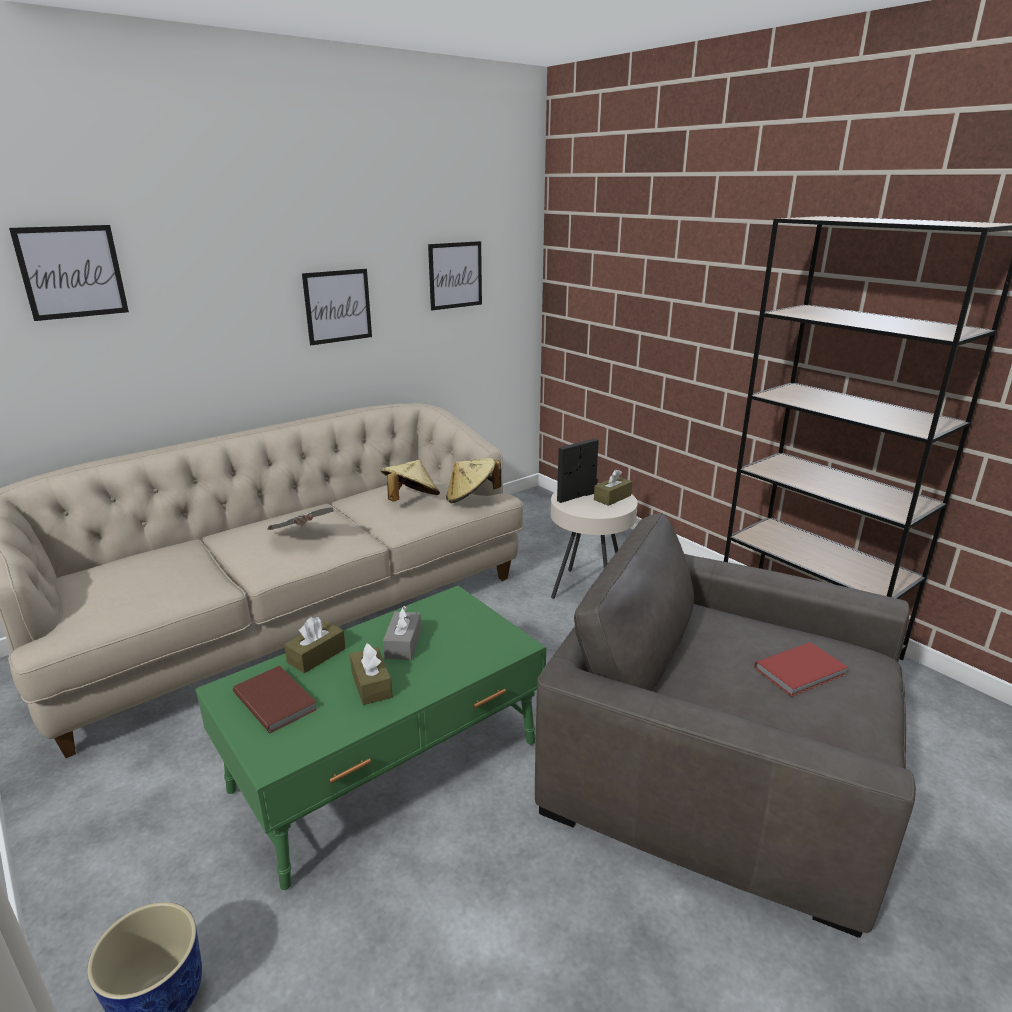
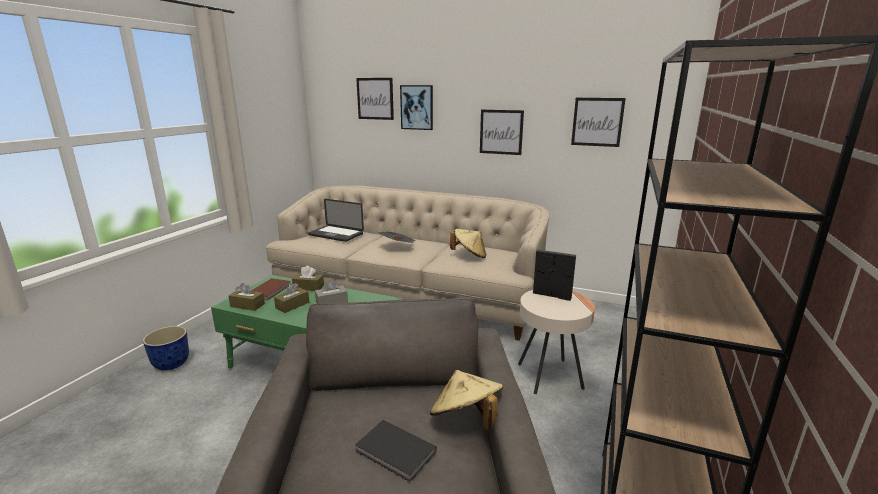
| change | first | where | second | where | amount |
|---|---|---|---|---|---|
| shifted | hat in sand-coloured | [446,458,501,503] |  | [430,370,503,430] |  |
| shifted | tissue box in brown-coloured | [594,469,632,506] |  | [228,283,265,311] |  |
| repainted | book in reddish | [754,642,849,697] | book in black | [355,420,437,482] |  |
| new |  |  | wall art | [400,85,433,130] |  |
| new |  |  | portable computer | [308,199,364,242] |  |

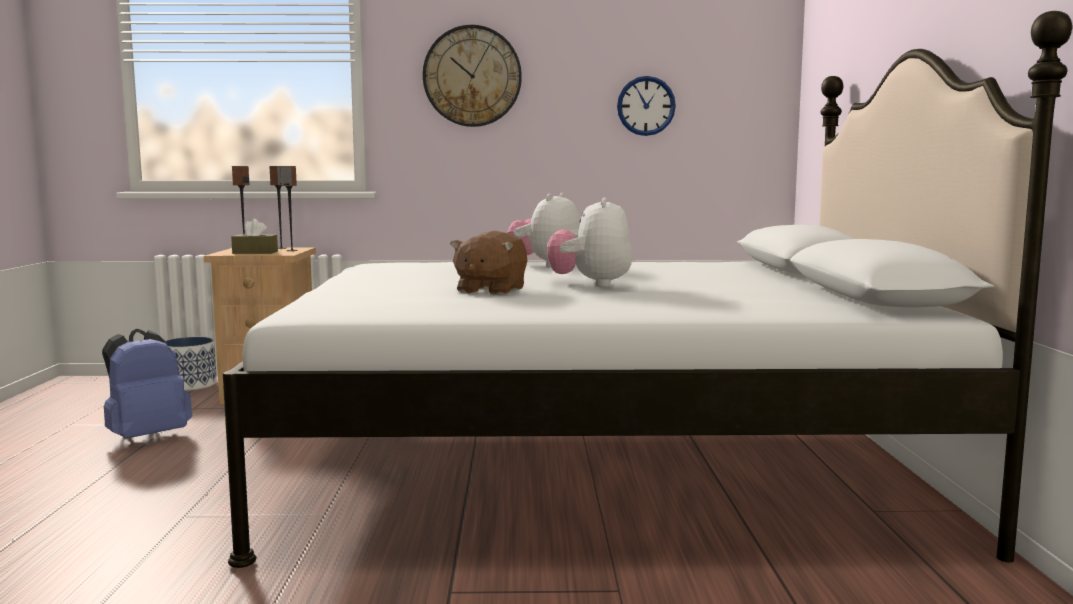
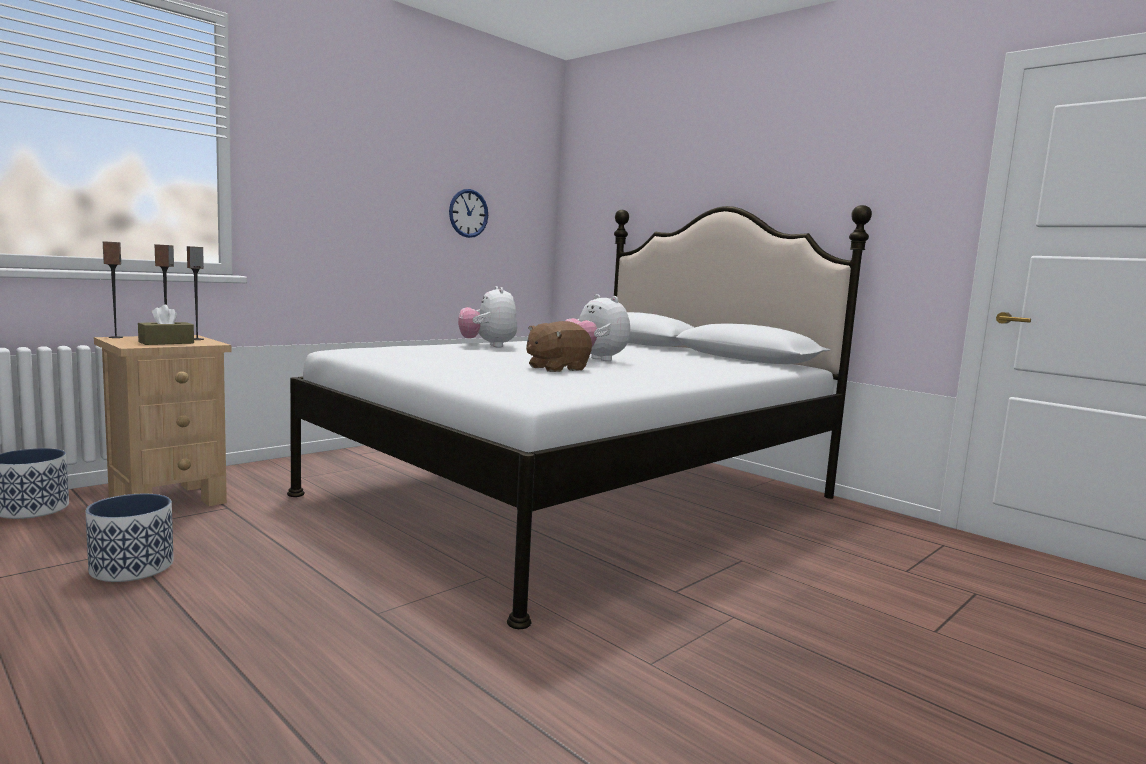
| change | first | where | second | where | amount |
|---|---|---|---|---|---|
| gone | hanging clock | [423,25,522,127] |  |  |  |
| rotated | soft toy in brown-coloured | [450,231,527,295] |  | [526,321,592,372] | 75 degrees clockwise |
| swapped | rucksack in blue | [102,329,192,439] | plant pot | [86,494,173,582] |  |

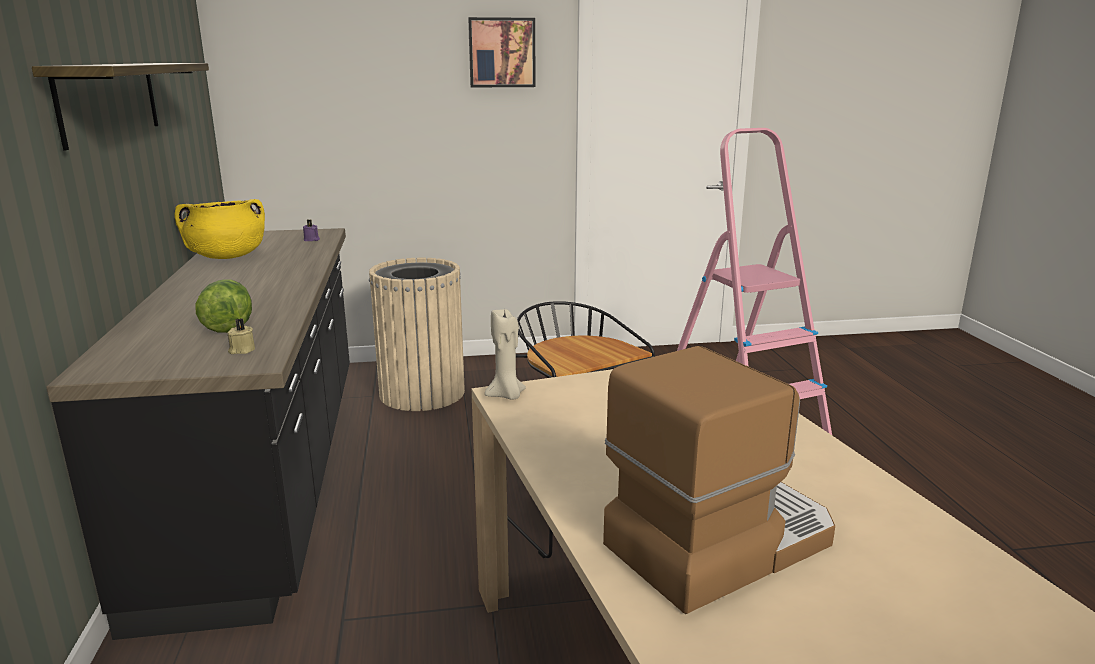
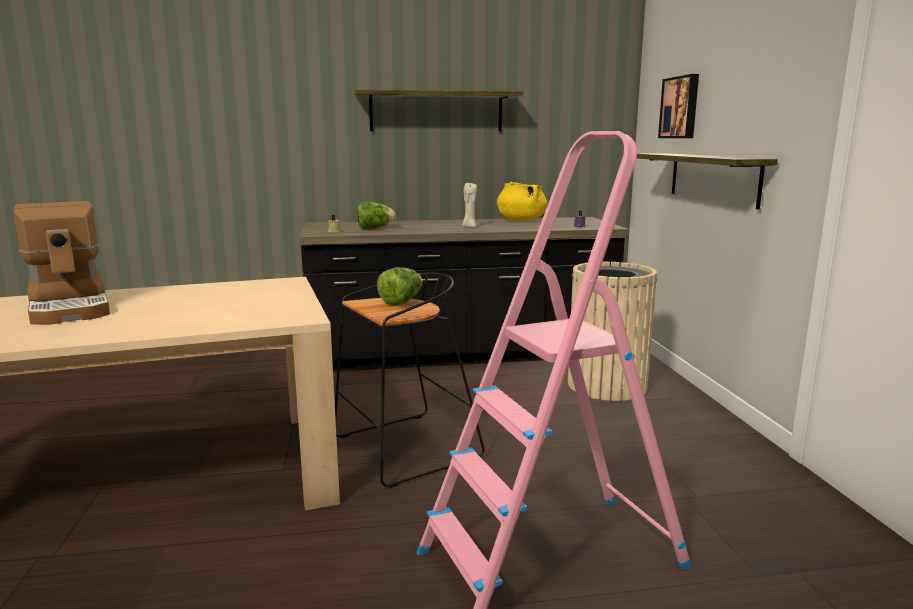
| change | first | where | second | where | amount |
|---|---|---|---|---|---|
| shifted | wall art | [468,17,536,87] |  | [658,74,699,138] |  |
| shifted | wax candle in sand-coloured | [485,309,526,399] |  | [462,183,477,228] |  |
| new |  |  | bracket shelf | [637,153,778,209] |  |
| new |  |  | head of lettuce | [377,267,423,305] |  |

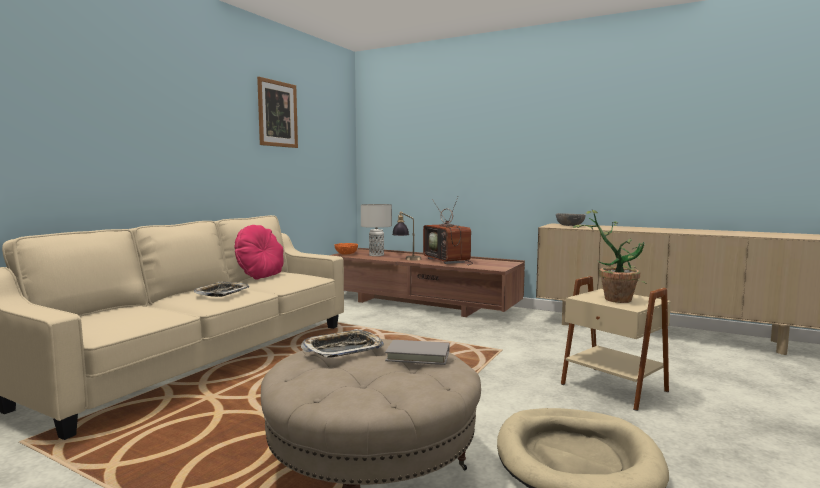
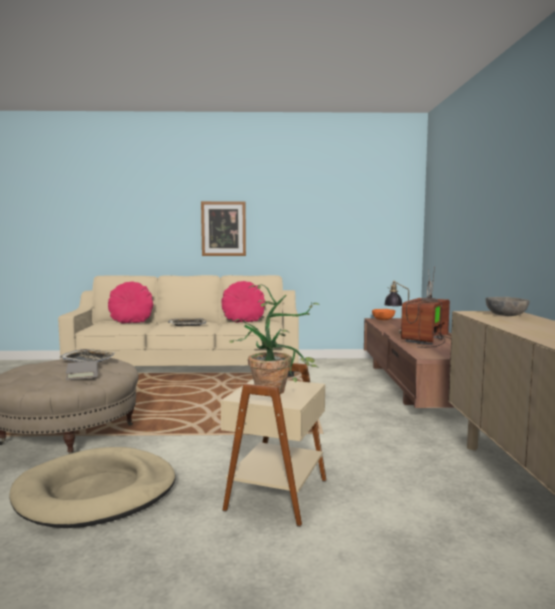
| change | first | where | second | where | amount |
|---|---|---|---|---|---|
| shifted | wall art | [257,77,298,148] |  | [201,201,246,256] |  |
| gone | tabletop lamp in white | [361,204,392,256] |  |  |  |
| new |  |  | pillow in pinkish | [108,282,153,324] |  |

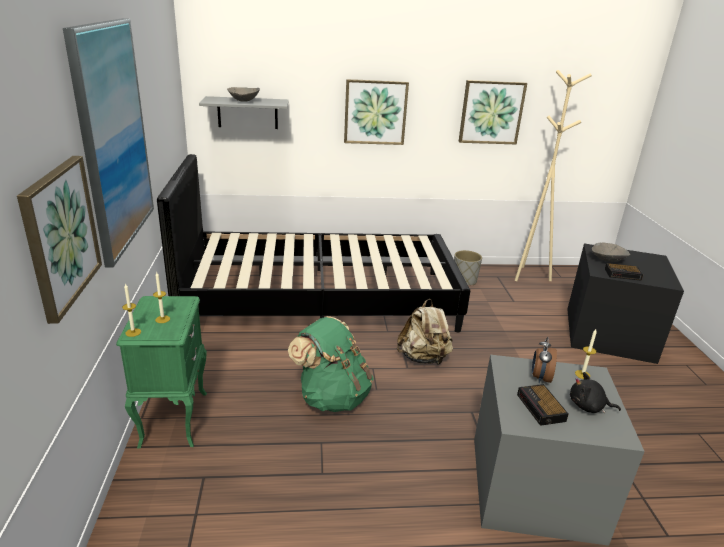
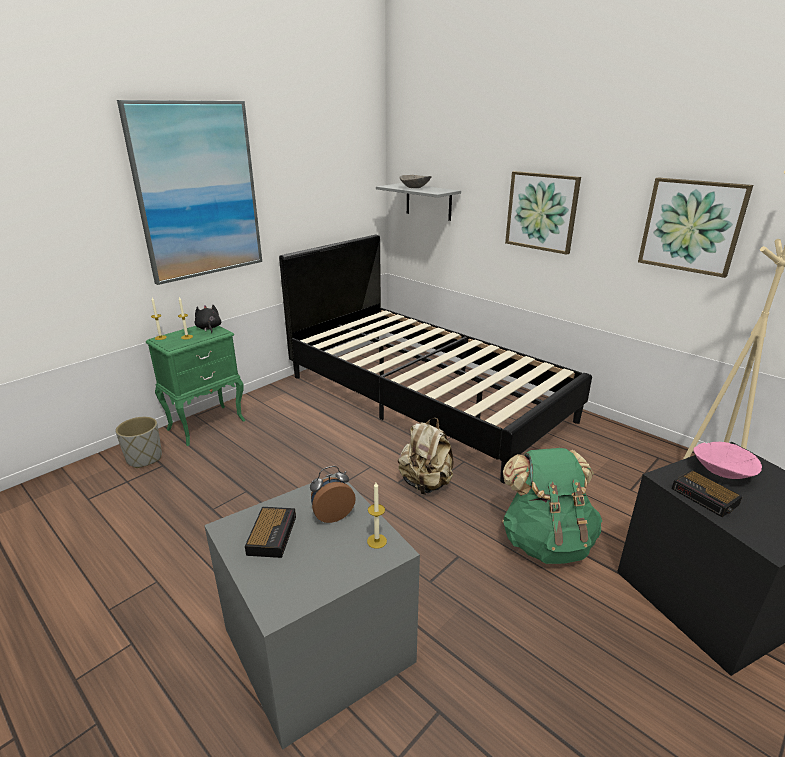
| change | first | where | second | where | amount |
|---|---|---|---|---|---|
| gone | wall art | [17,156,102,324] |  |  |  |
| repainted | bowl in gray | [592,242,630,262] | bowl in pinkish | [693,442,762,479] |  |
| shifted | plant pot in gray | [454,250,482,285] |  | [116,417,162,468] |  |
| shifted | rucksack in green-coloured | [288,316,374,412] |  | [502,448,602,564] |  |
| shifted | soft toy in black | [570,372,621,413] |  | [195,305,221,333] |  |
| rotated | alarm clock | [517,384,569,426] |  | [245,507,296,558] | 150 degrees clockwise |

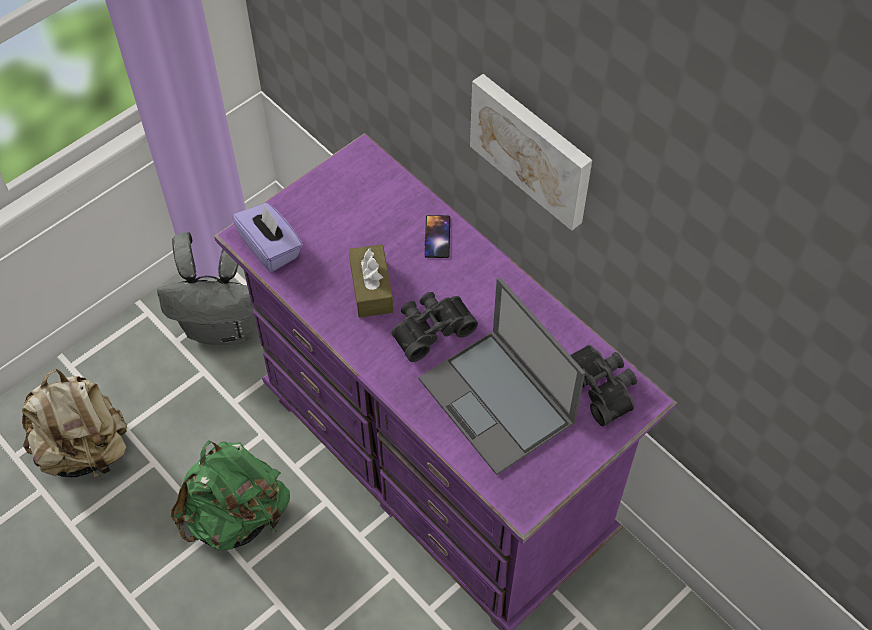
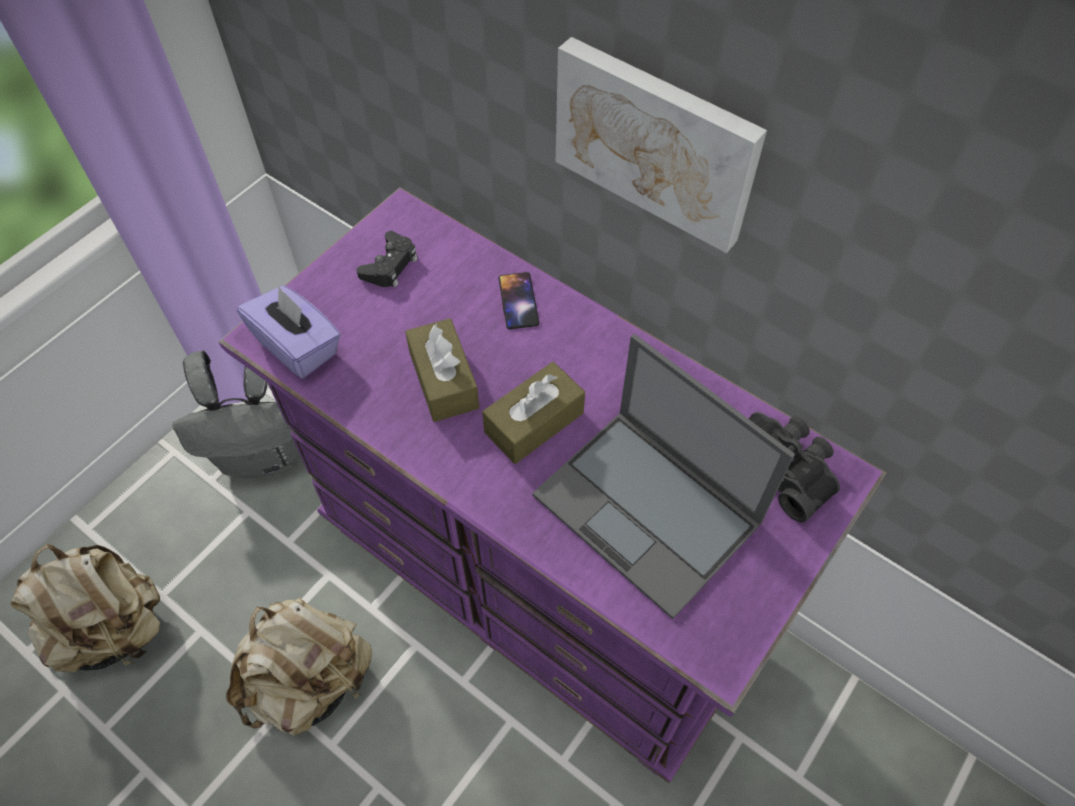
| change | first | where | second | where | amount |
|---|---|---|---|---|---|
| swapped | field glasses in black | [391,292,478,362] | tissue box in brown-coloured | [482,362,585,464] |  |
| repainted | rucksack in green-coloured | [171,440,290,550] | rucksack in sand-coloured | [226,598,372,735] |  |
| new |  |  | game controller in black | [357,231,418,287] |  |

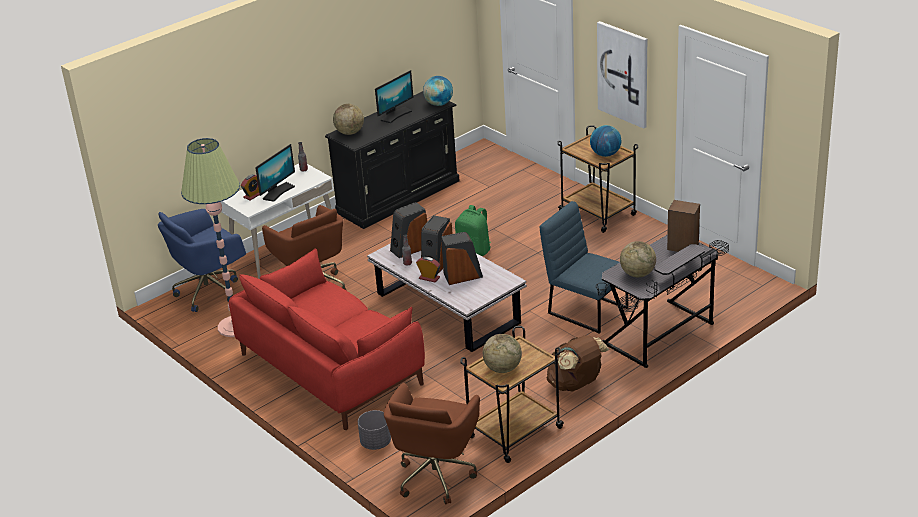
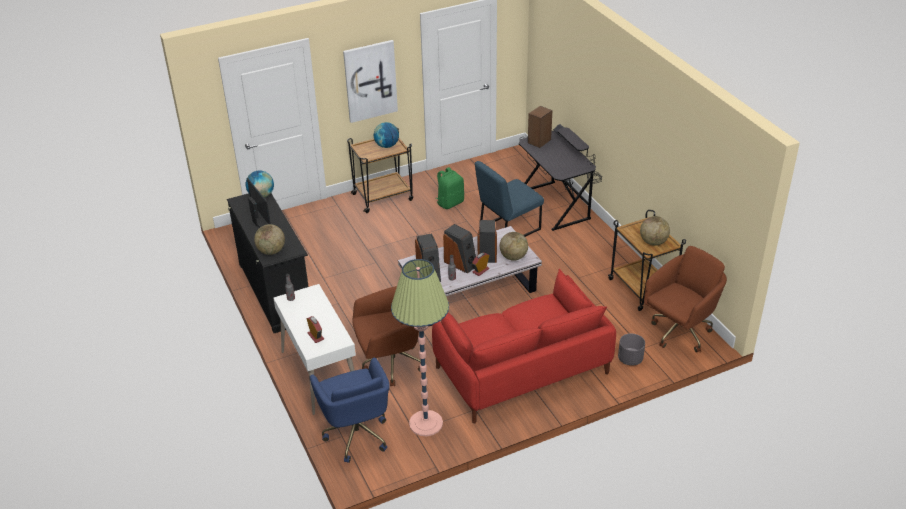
| change | first | where | second | where | amount |
|---|---|---|---|---|---|
| gone | monitor | [255,144,295,202] |  |  |  |
| shifted | rucksack in green-coloured | [455,205,491,256] |  | [436,167,464,209] |  |
| shifted | world globe | [620,241,656,277] |  | [500,232,528,261] |  |
| gone | rucksack in brown-coloured | [547,335,609,391] |  |  |  |
| rotated | desk chair in brown-coloured | [384,383,480,504] |  | [644,246,727,352] | 75 degrees counterclockwise |

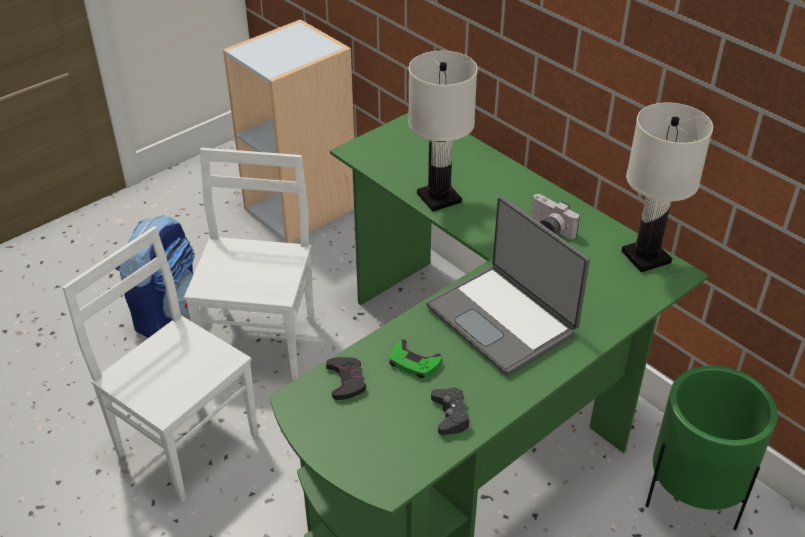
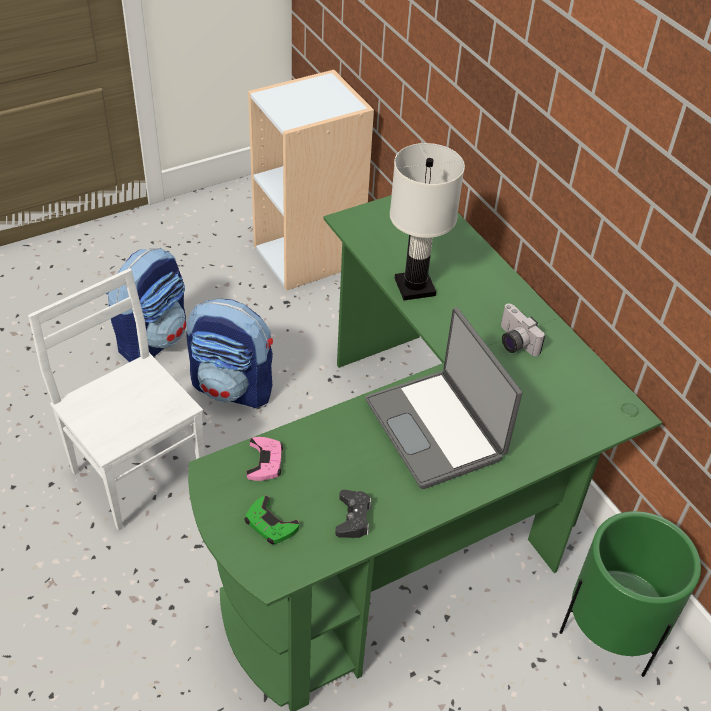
| change | first | where | second | where | amount |
|---|---|---|---|---|---|
| gone | tabletop lamp in white | [621,103,713,273] |  |  |  |
| swapped | chair in white | [184,148,314,380] | rucksack | [186,299,273,408] |  |
| shifted | game controller in green-coloured | [389,339,442,378] |  | [244,496,299,544] |  |
| repainted | game controller in black | [326,357,366,400] | game controller in pinkish | [246,437,283,481] |  |

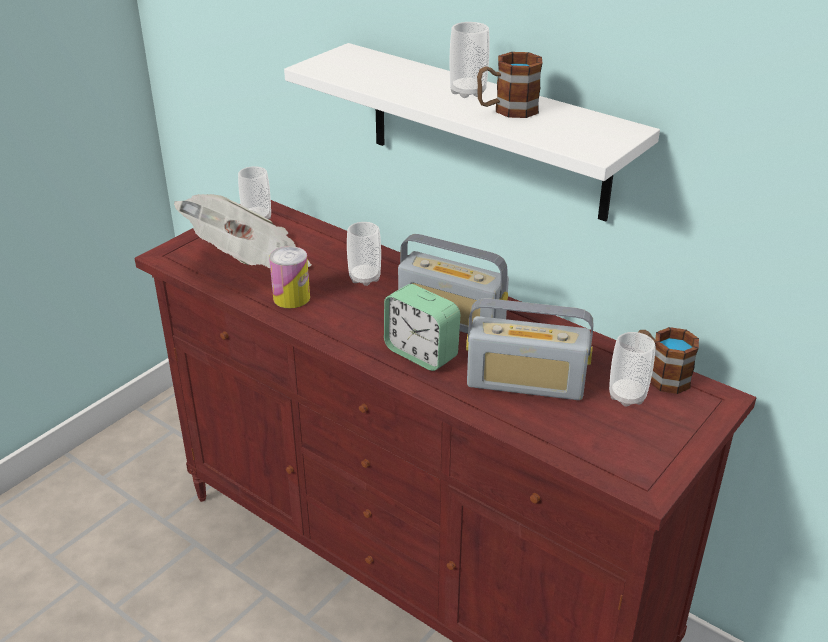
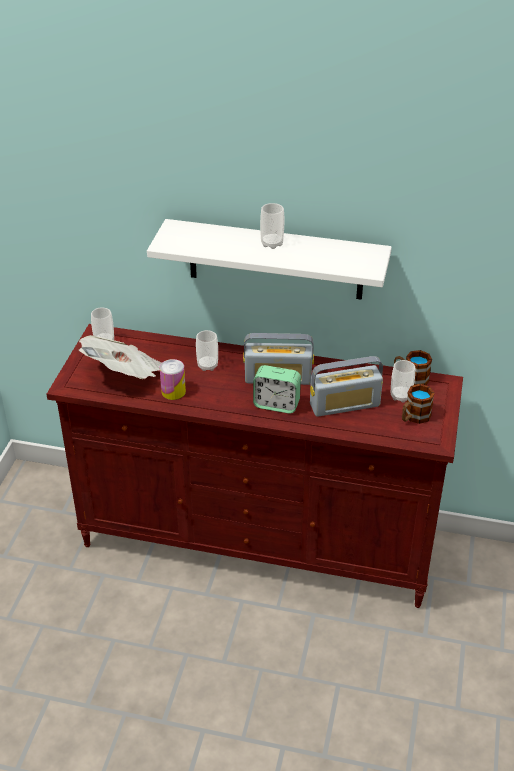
| change | first | where | second | where | amount |
|---|---|---|---|---|---|
| shifted | mug | [477,52,542,118] |  | [402,384,435,424] |  |

